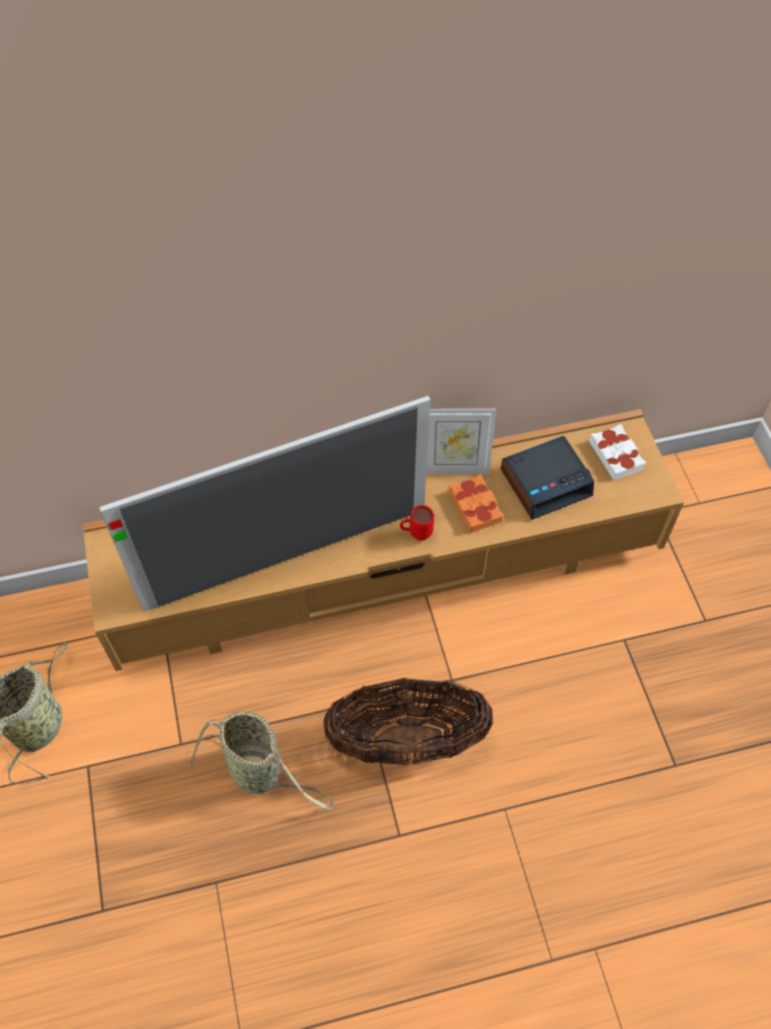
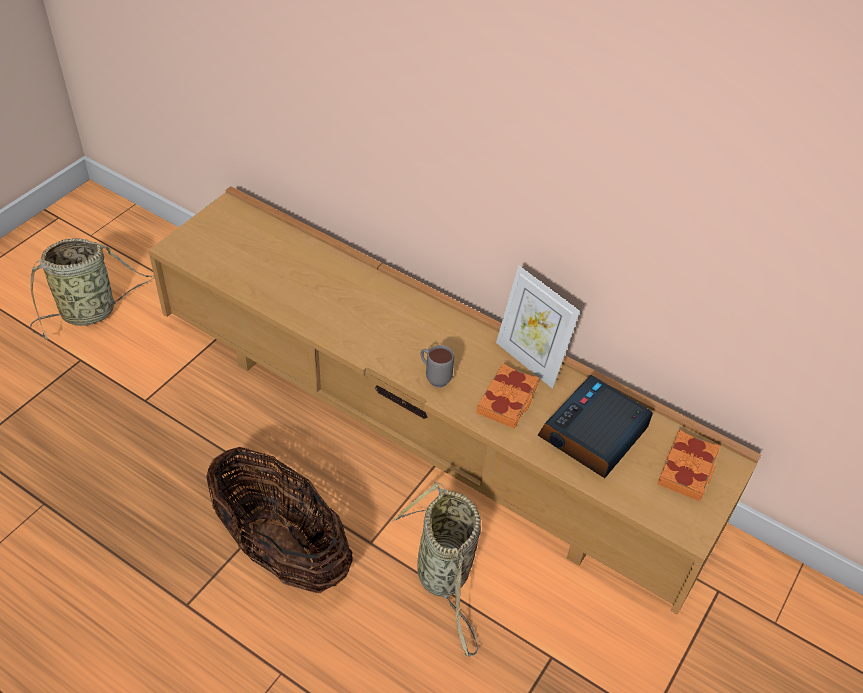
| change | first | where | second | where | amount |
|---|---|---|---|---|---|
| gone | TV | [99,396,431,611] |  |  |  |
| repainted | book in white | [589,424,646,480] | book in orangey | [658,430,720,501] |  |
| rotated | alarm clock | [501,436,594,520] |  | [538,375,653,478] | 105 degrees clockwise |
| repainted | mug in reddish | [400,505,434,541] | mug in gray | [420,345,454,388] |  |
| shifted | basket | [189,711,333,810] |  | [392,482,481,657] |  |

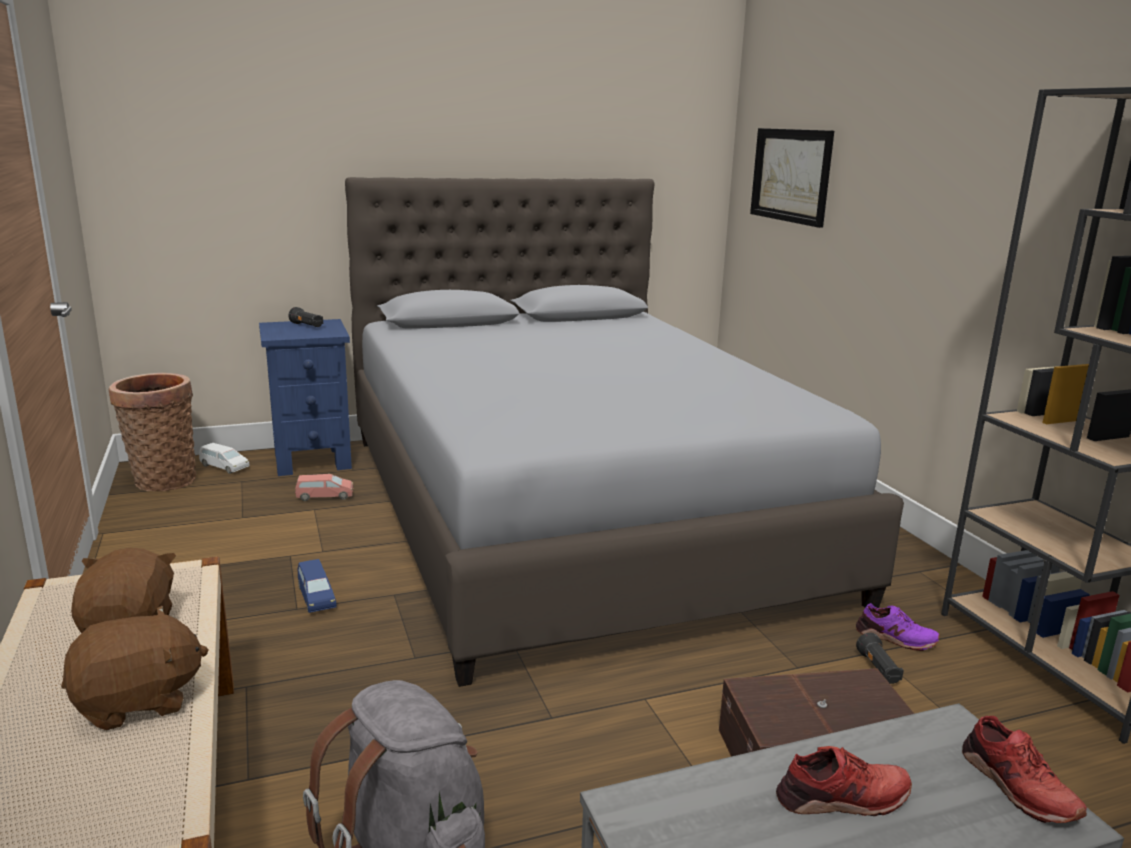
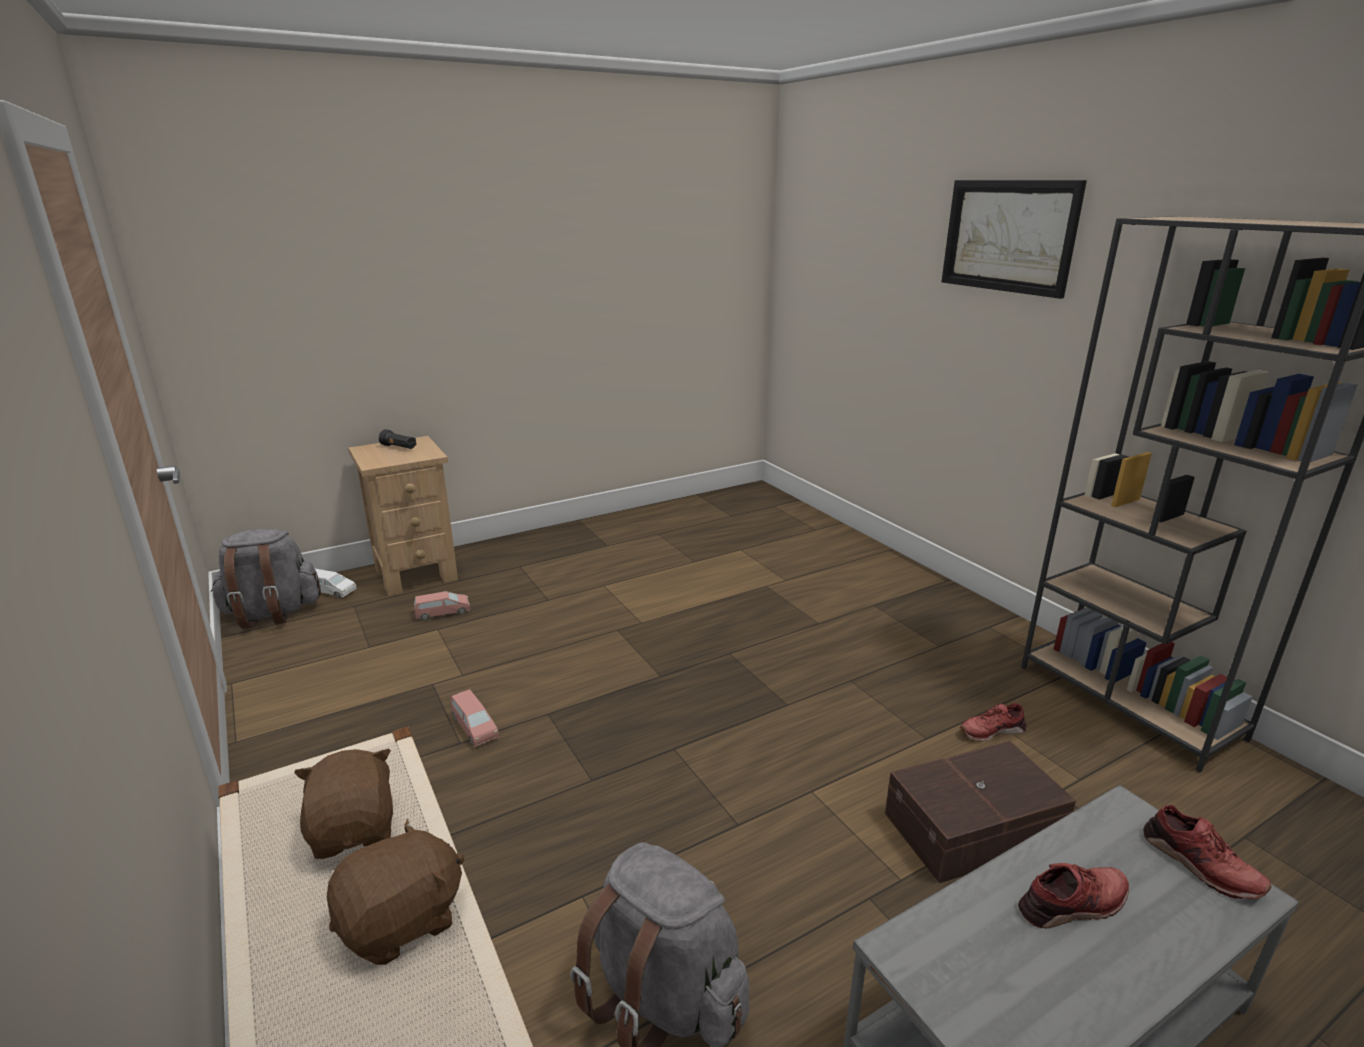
| change | first | where | second | where | amount |
|---|---|---|---|---|---|
| shifted | wall art | [750,128,834,228] |  | [941,180,1087,299] |  |
| gone | sleeping bed in gray | [345,177,904,687] |  |  |  |
| repainted | night table in blue | [259,319,352,476] | night table in sand-coloured | [348,436,458,596] |  |
| swapped | basket | [108,373,196,491] | rucksack in gray | [211,529,321,629] |  |
| repainted | toy car in blue | [298,559,337,613] | toy car in pinkish | [450,689,500,747] |  |
| gone | low shoe in purple-coloured | [856,603,940,651] |  |  |  |
| swapped | torch in black | [856,632,904,684] | low shoe in reddish | [960,703,1026,742] |  |

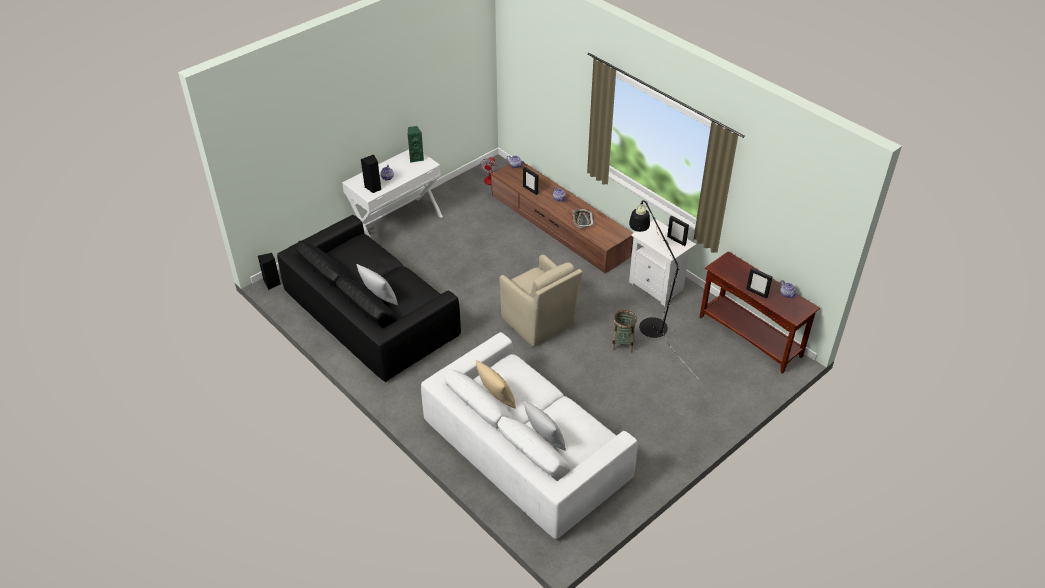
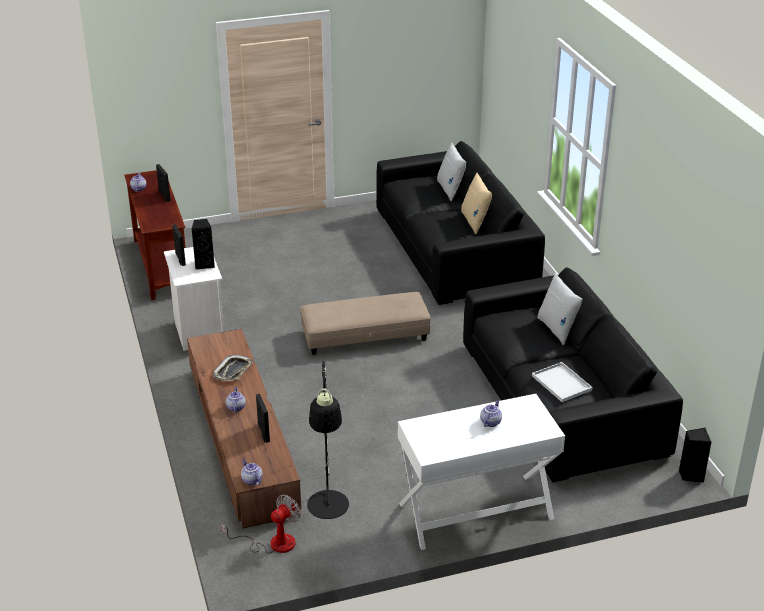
| change | first | where | second | where | amount |
|---|---|---|---|---|---|
| gone | speaker in green-coloured | [408,126,424,163] |  |  |  |
| shifted | speaker in black | [361,155,381,193] |  | [191,219,215,270] |  |
| shifted | standard lamp in black | [629,200,697,377] |  | [307,361,349,519] |  |
| swapped | easy chair in sand-coloured | [499,255,582,347] | footrest in sand-coloured | [300,292,431,355] |  |
| gone | basket | [612,310,637,353] |  |  |  |
| repainted | couch in white | [421,332,637,539] | couch in black | [376,141,545,305] |  |
| new |  |  | carrying tray in white | [532,362,593,402] |  |

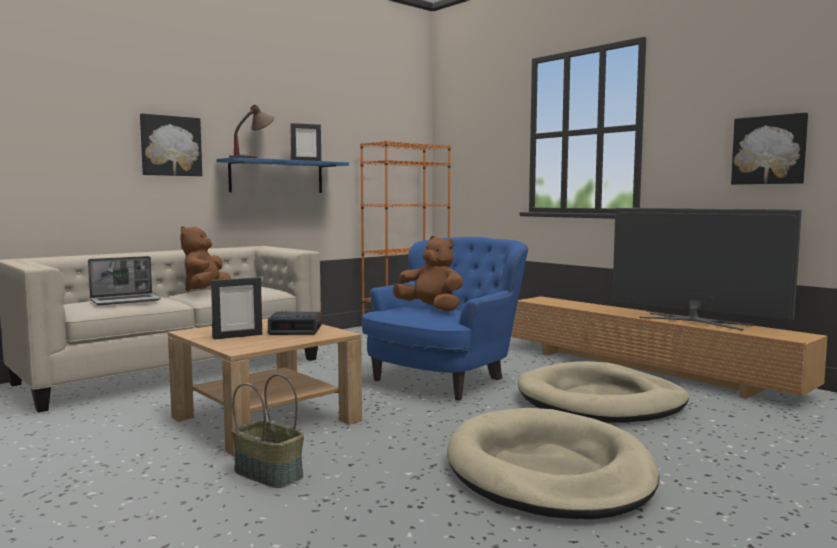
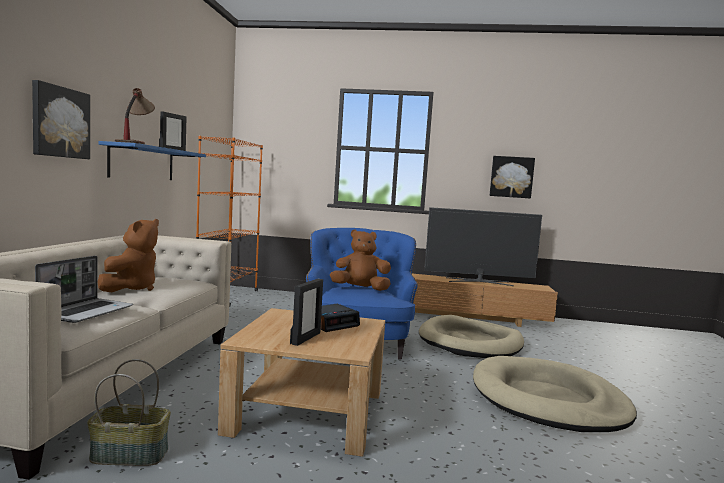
| change | first | where | second | where | amount |
|---|---|---|---|---|---|
| rotated | soft toy in brown-coloured | [180,226,231,291] |  | [97,219,159,292] | 135 degrees counterclockwise |
| shifted | basket | [231,374,304,488] |  | [87,359,171,466] |  |

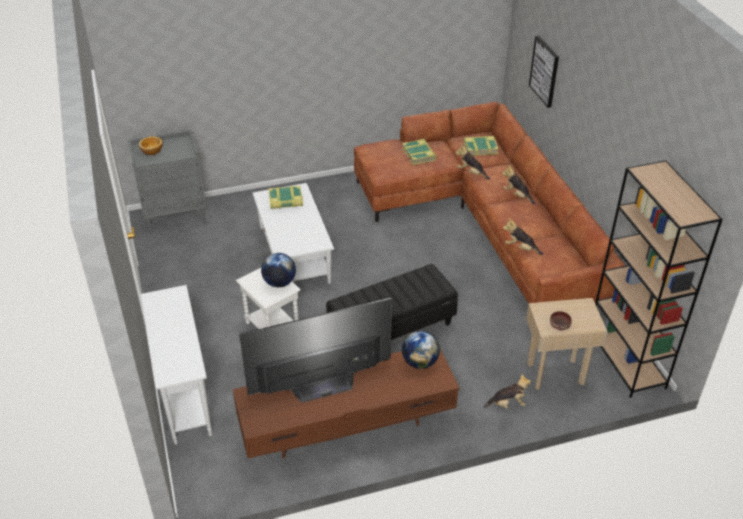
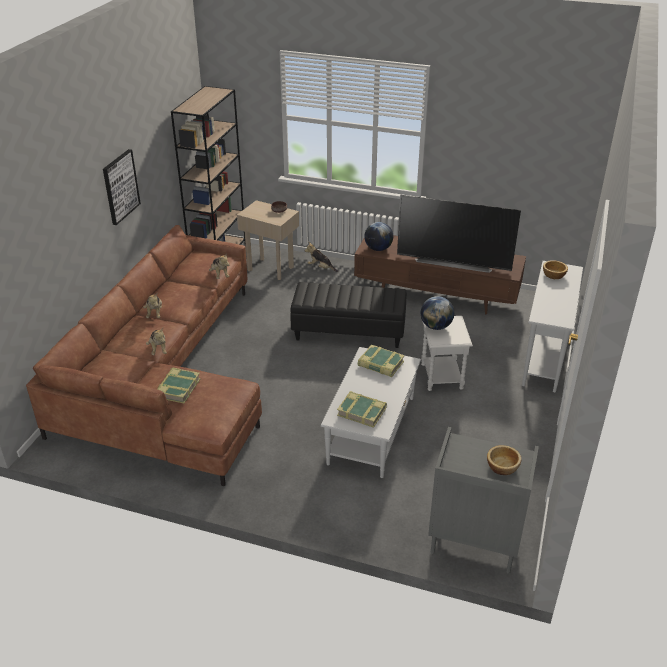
| change | first | where | second | where | amount |
|---|---|---|---|---|---|
| shifted | wall art | [529,36,559,108] |  | [103,149,141,225] |  |
| shifted | book | [464,136,499,156] |  | [358,345,405,377] |  |
| new |  |  | bowl | [543,260,568,279] |  |

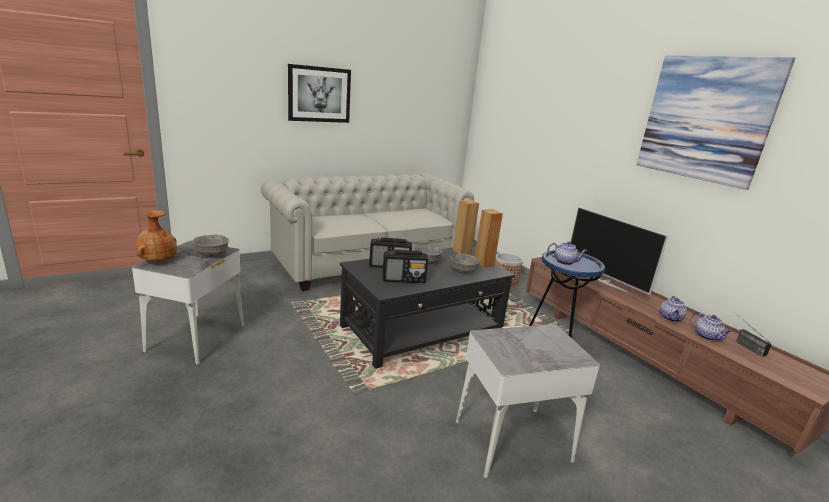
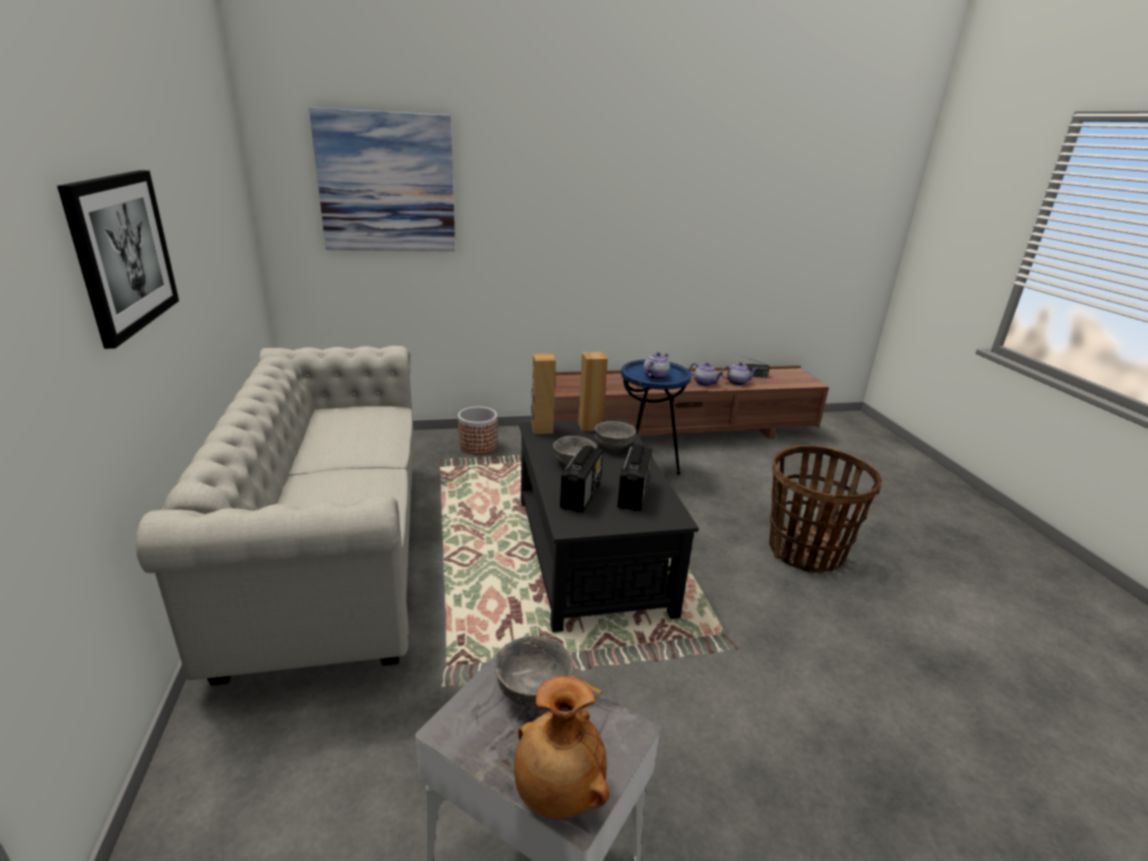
| change | first | where | second | where | amount |
|---|---|---|---|---|---|
| shifted | wall art | [636,55,795,190] |  | [309,107,455,252] |  |
| gone | TV | [570,206,668,295] |  |  |  |
| swapped | end table | [456,324,600,478] | basket | [769,445,882,573] |  |

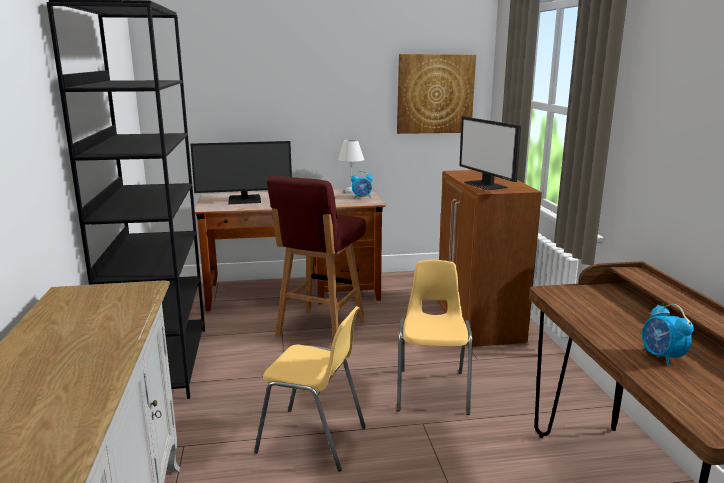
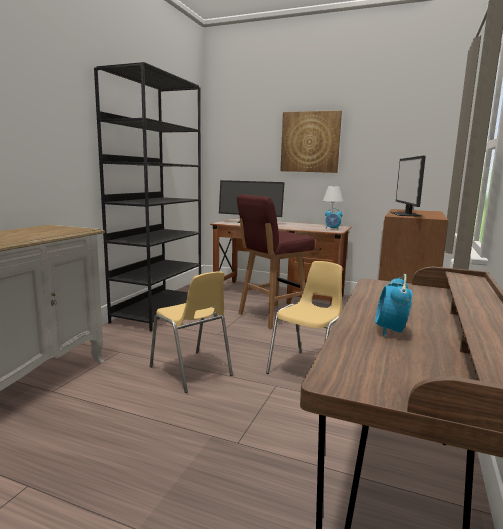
| change | first | where | second | where | amount |
|---|---|---|---|---|---|
| shifted | wall art | [397,54,476,134] |  | [280,111,342,173] |  |

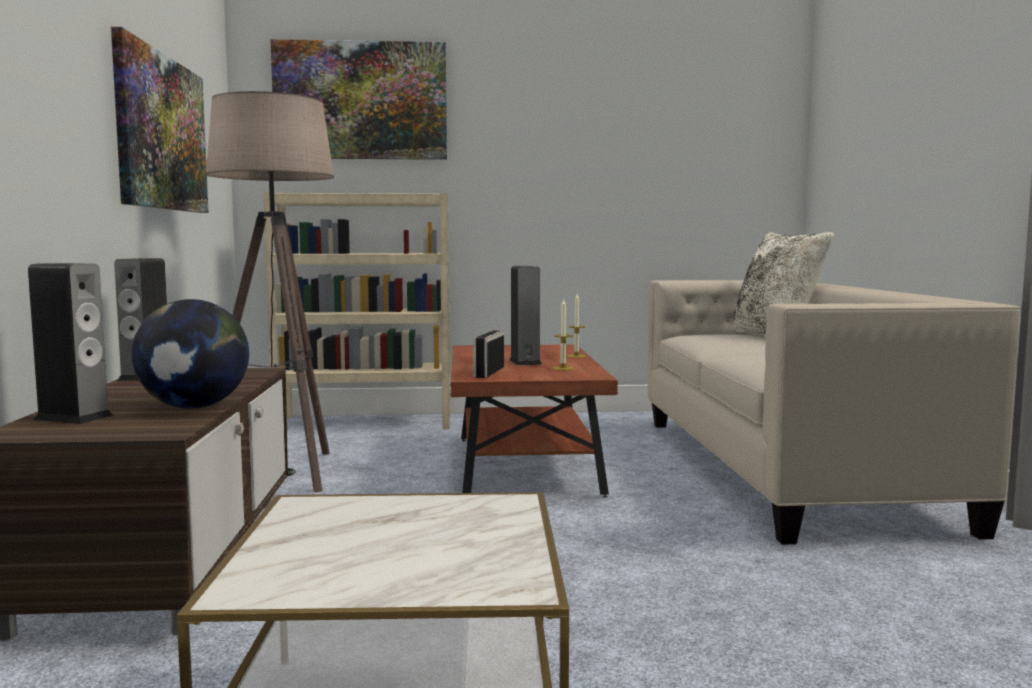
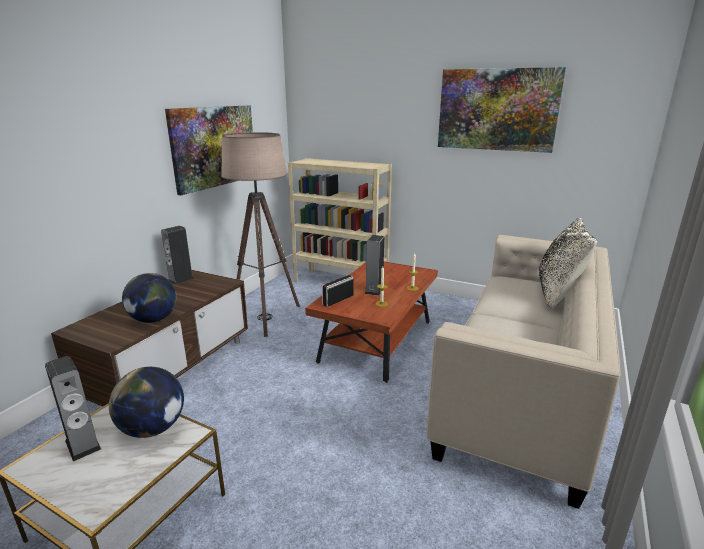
| change | first | where | second | where | amount |
|---|---|---|---|---|---|
| shifted | wall art | [270,39,447,160] |  | [438,67,566,153] |  |
| shifted | speaker | [28,263,113,424] |  | [45,356,101,462] |  |
| new |  |  | world globe | [109,367,184,438] |  |

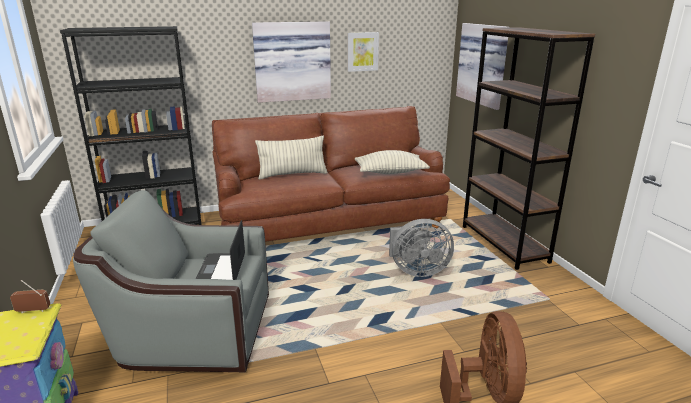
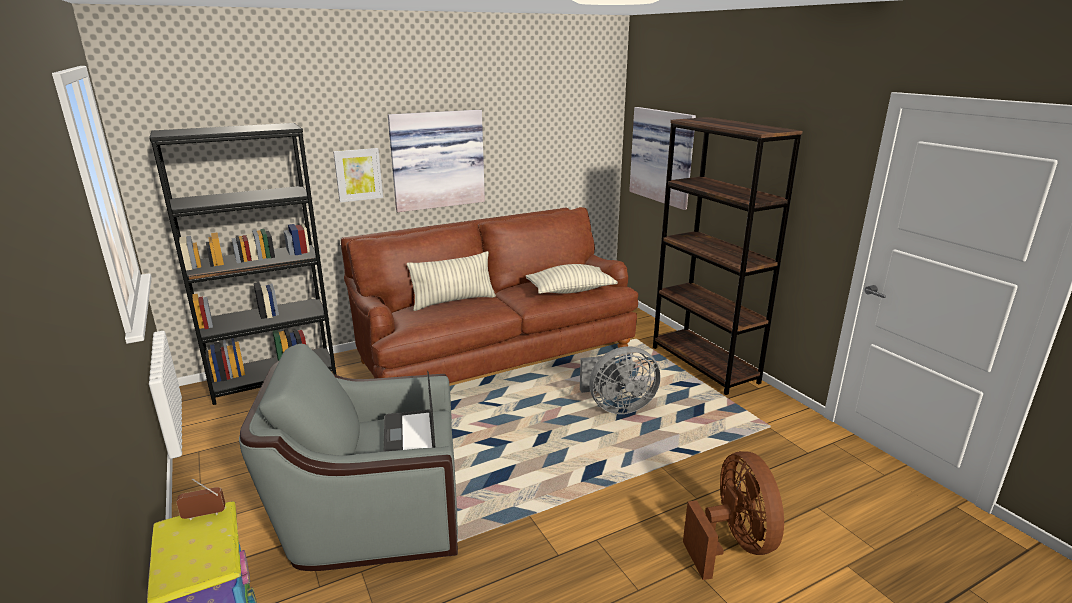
| change | first | where | second | where | amount |
|---|---|---|---|---|---|
| shifted | wall art | [347,32,379,72] |  | [333,148,383,202] |  |

